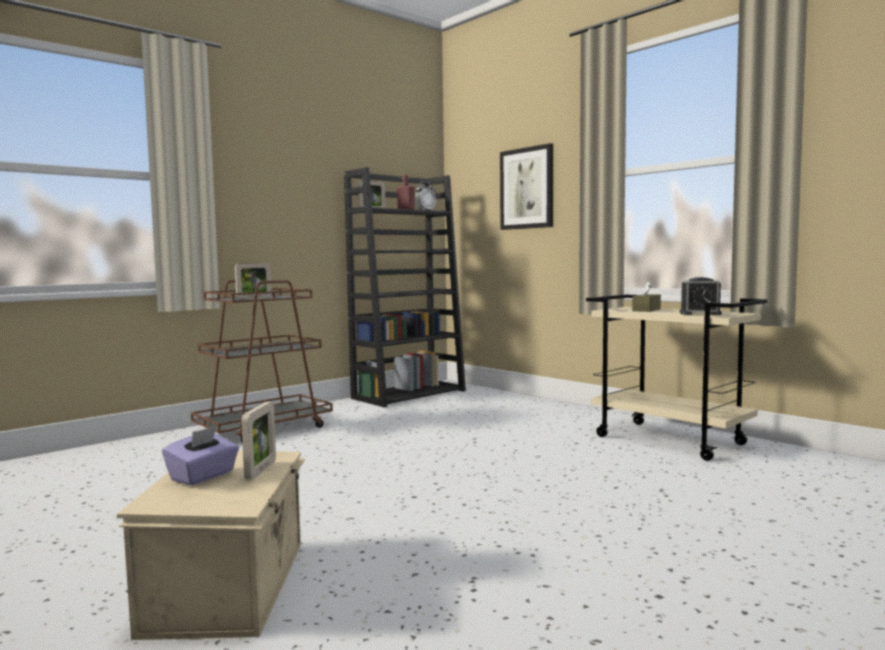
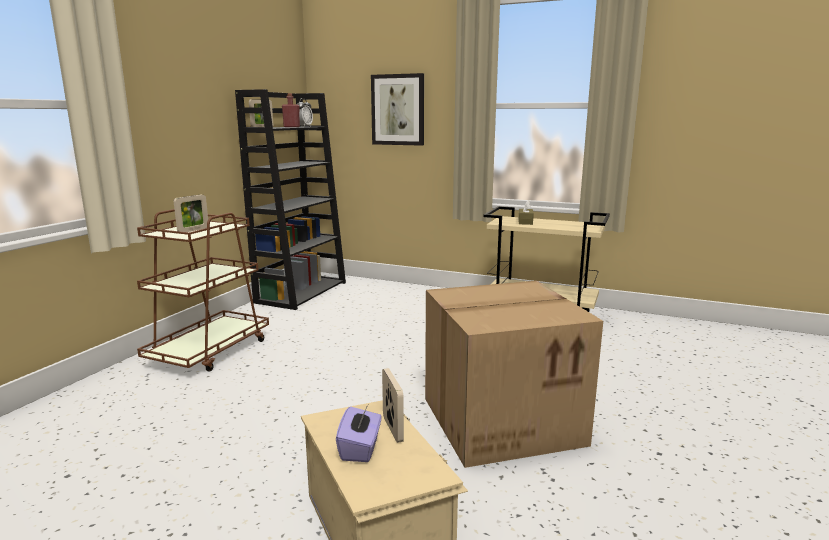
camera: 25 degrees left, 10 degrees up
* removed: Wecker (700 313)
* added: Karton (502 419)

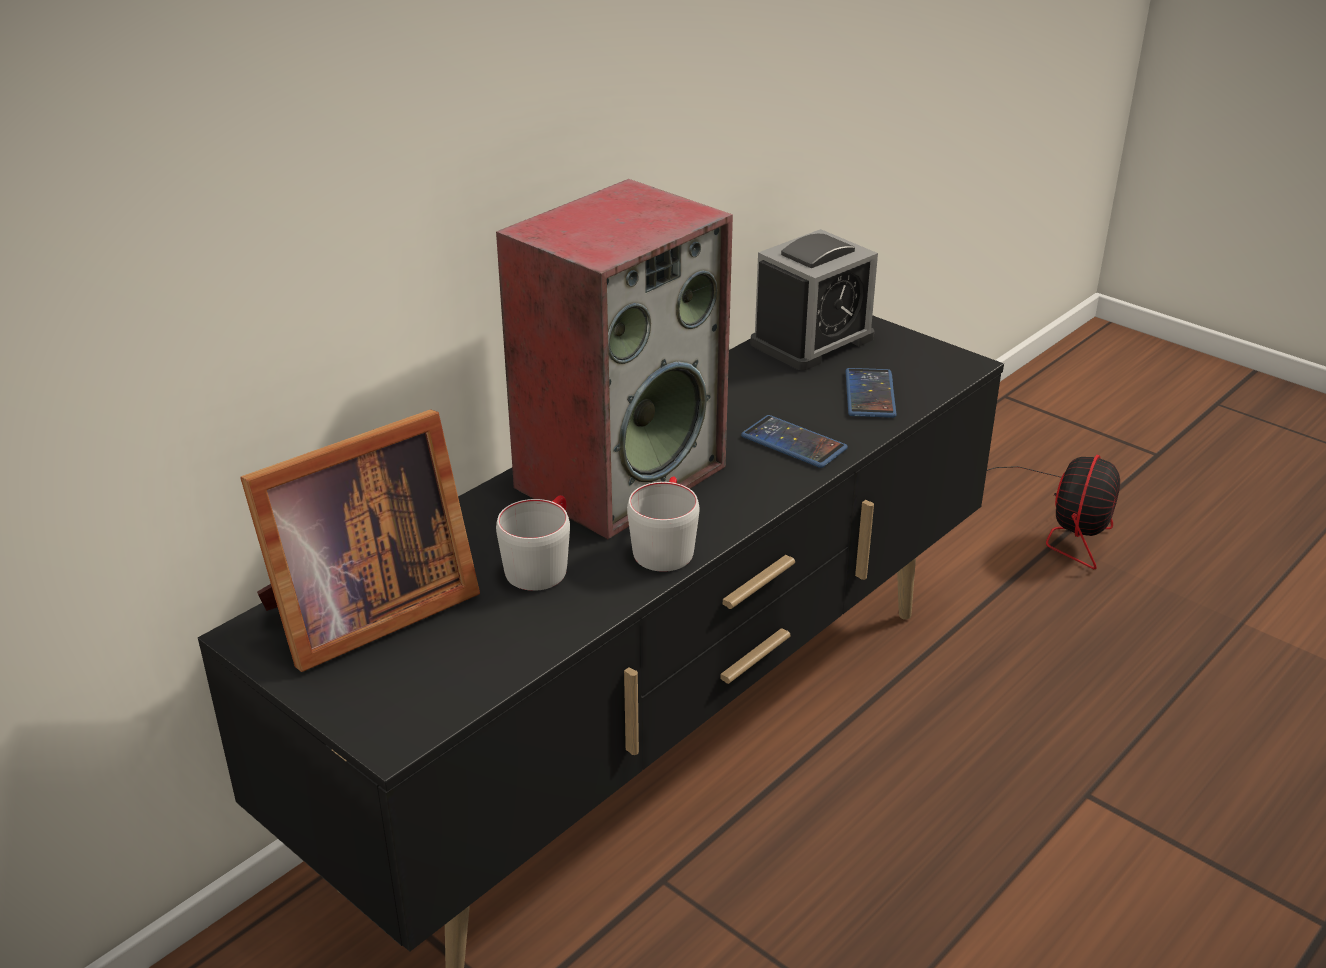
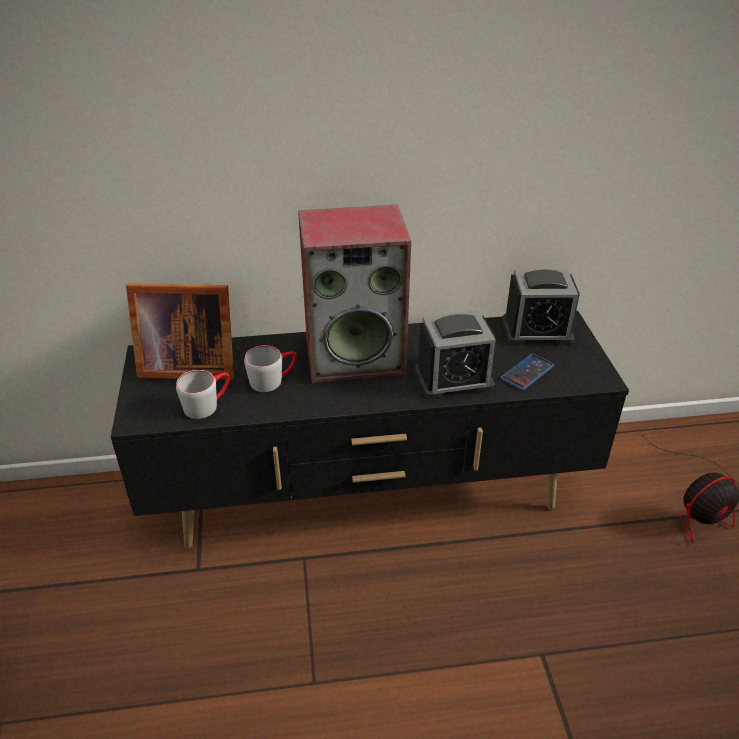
camera: 40 degrees right, 5 degrees up
* replaced: Handy (794 443) to Wecker (453 379)
* moved: Henkelbecher/grau (665 544) to (207 404)

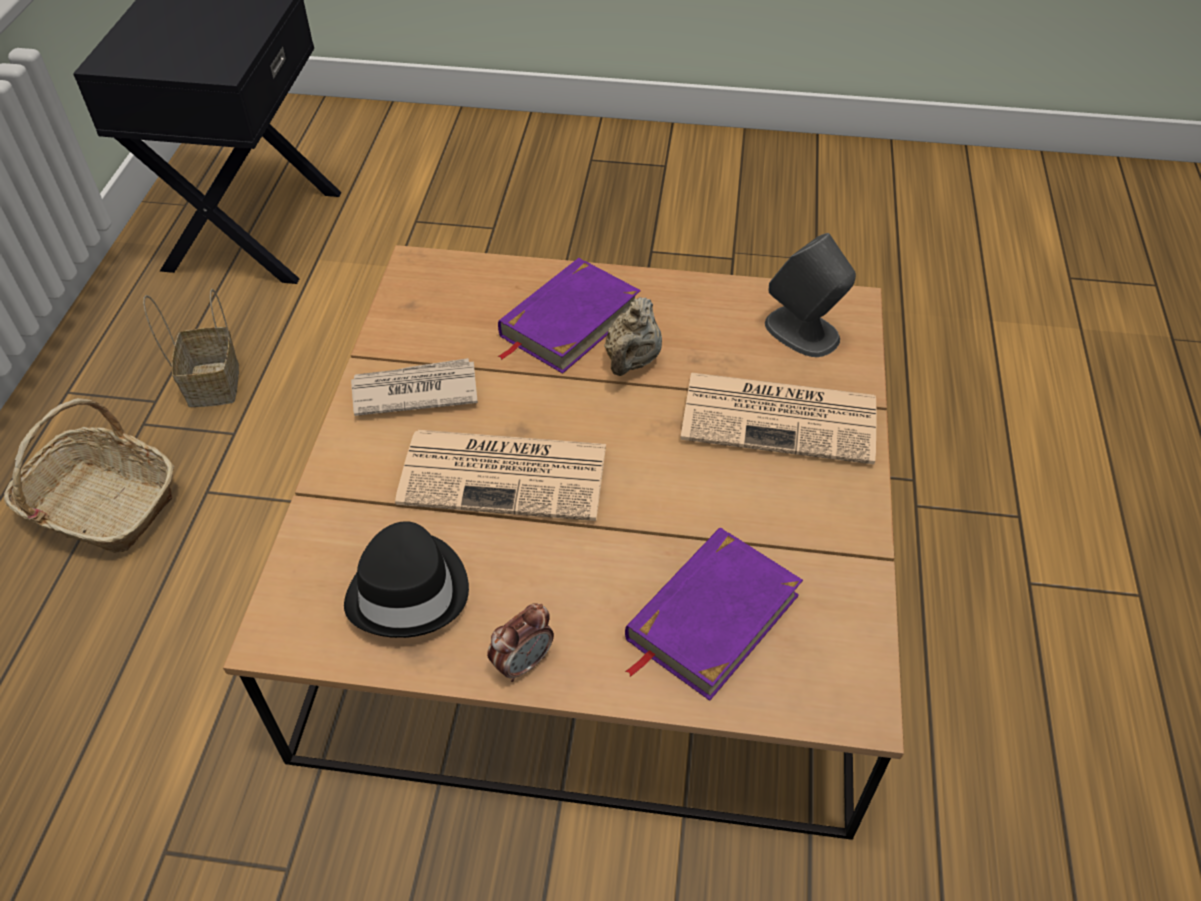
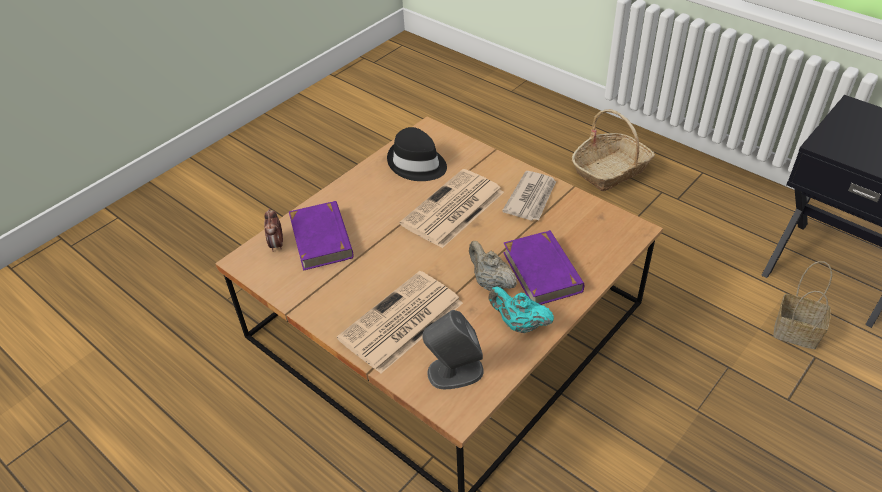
camera: 125 degrees right, 5 degrees down
* moved: Korb (212 382) to (798 332)
* moved: Wecker (523 663) to (277 245)
* added: Teekanne/türkis (519 324)

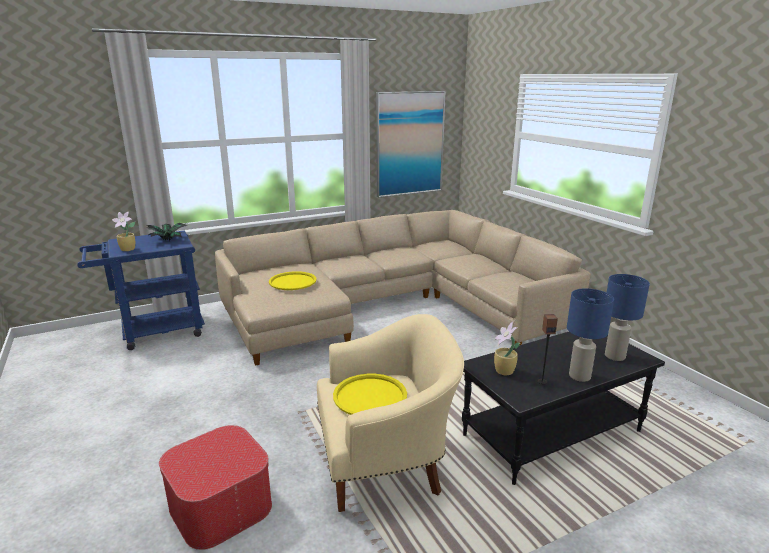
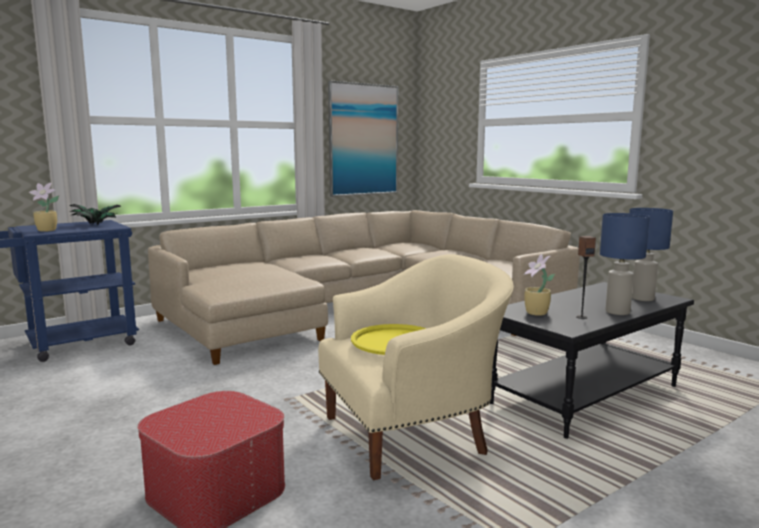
camera: 10 degrees left, 10 degrees down
* removed: Tablett/gelb (292 281)

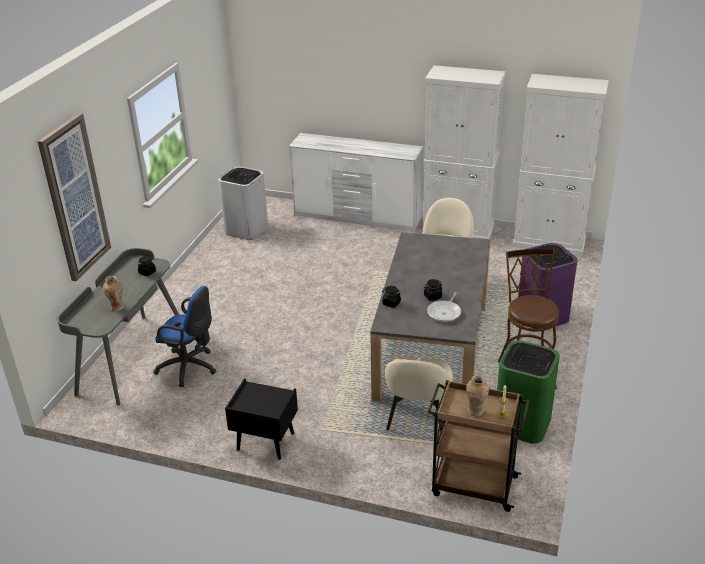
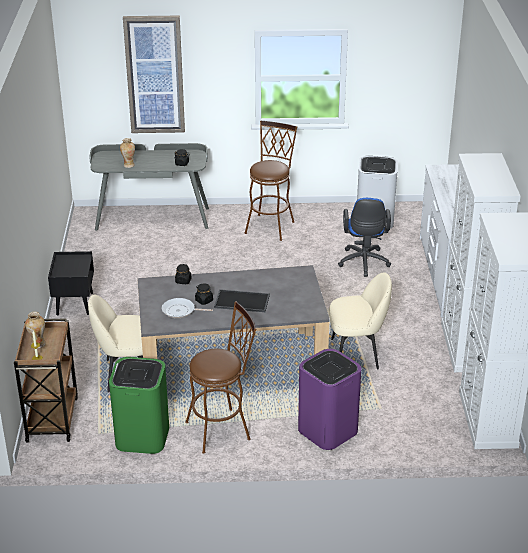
camera: 70 degrees right, 0 degrees up
* moved: Bürostuhl/blau (190 368) to (363 263)
* added: Hocker/braun (271 225)
* added: Tablett (241 301)

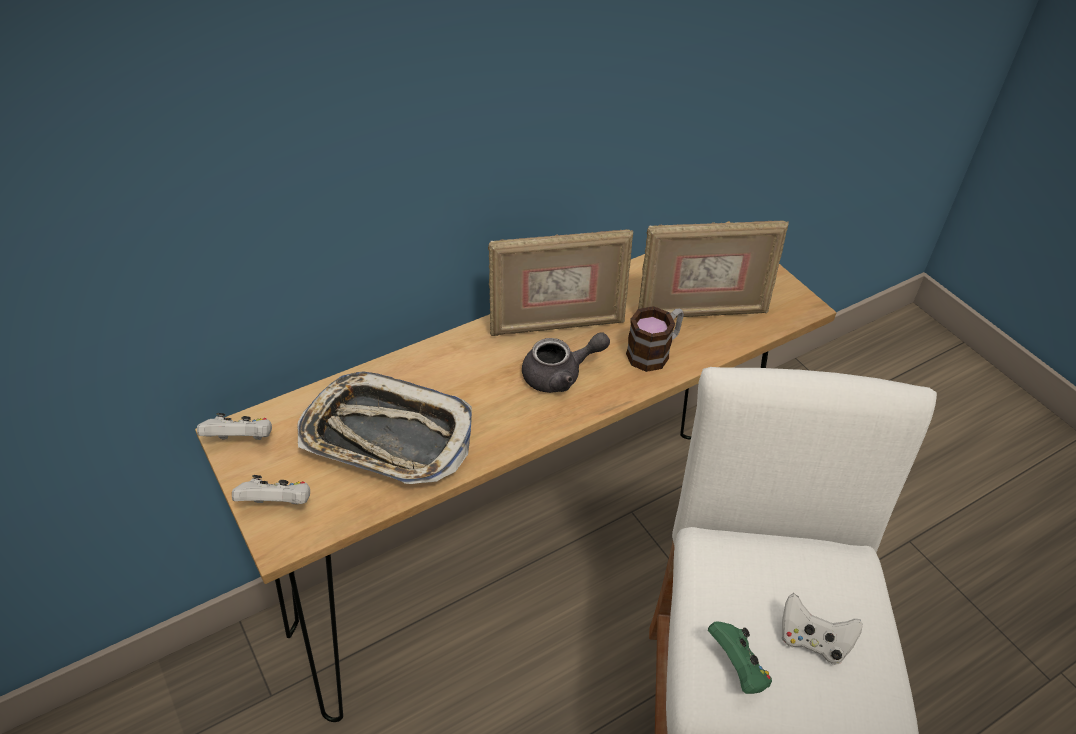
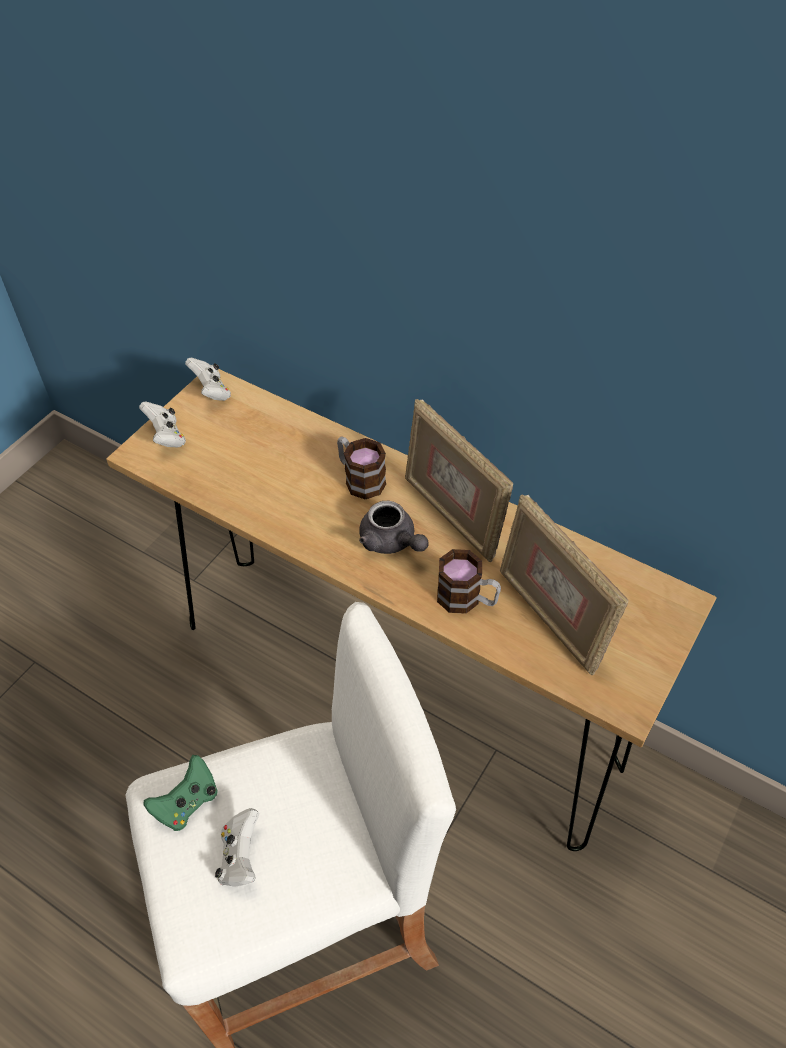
camera: 65 degrees right, 5 degrees up
* removed: Tablett (386 437)
* added: Henkelbecher (359 478)

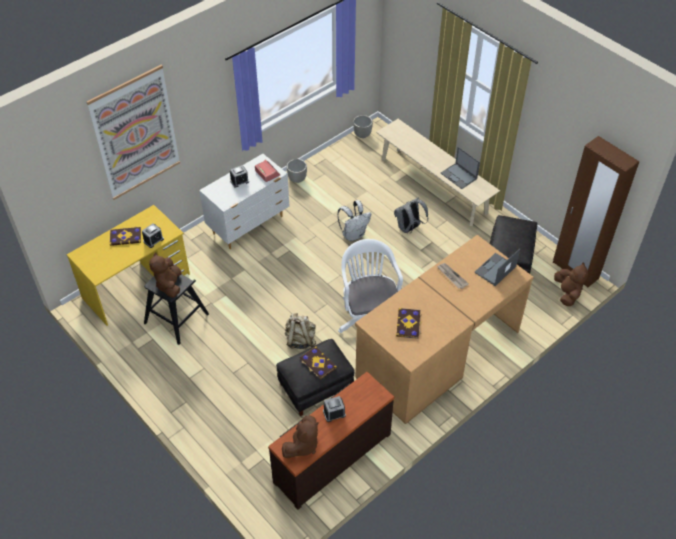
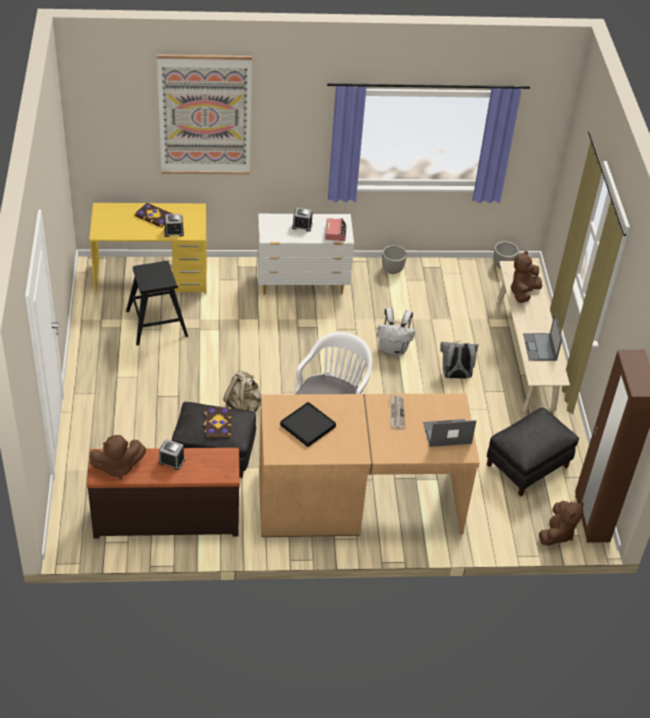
camera: 35 degrees right, 5 degrees down
* moved: Plüschtier/braun (169 285) to (523 292)
* replaced: Buch (409 324) to Tablett/schwarz (308 426)

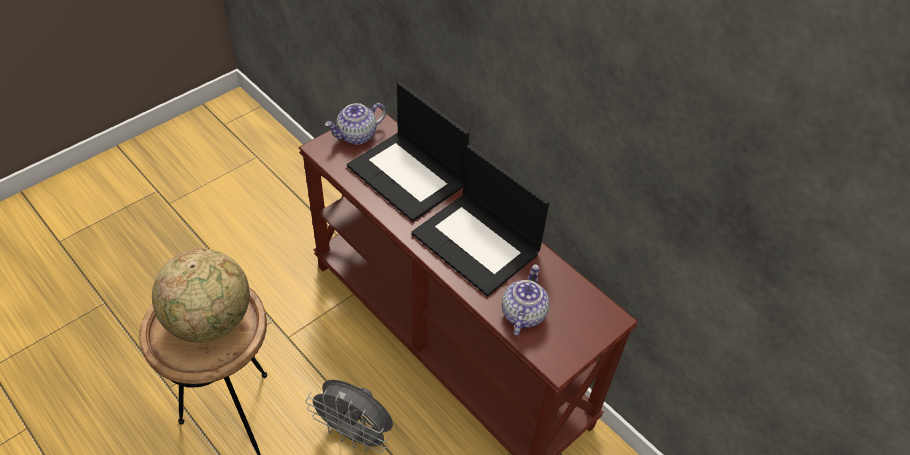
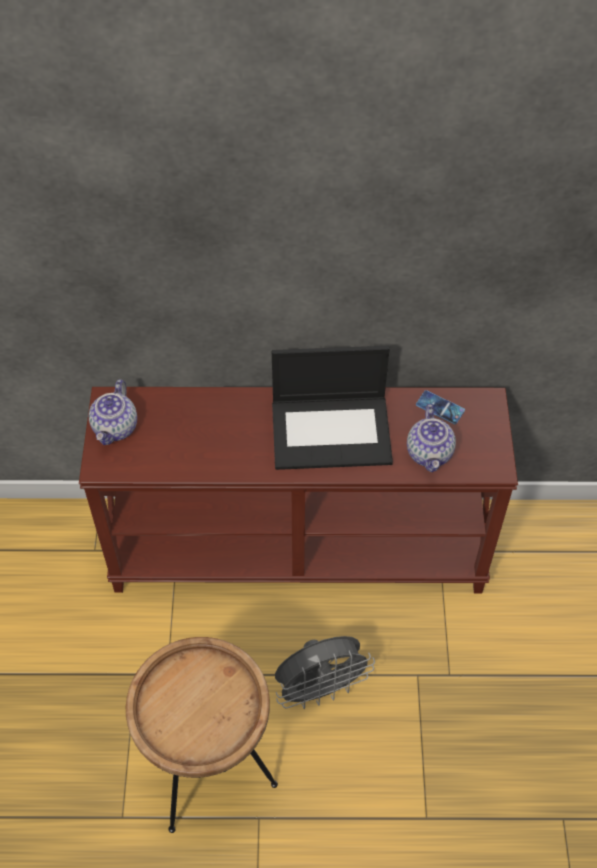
camera: 45 degrees left, 5 degrees up
* removed: Laptop (408 176)
* removed: Globus (211 321)
* turned: Teekanne (522 313) = (430 453) 150 degrees counterclockwise
* added: Handy (440 407)

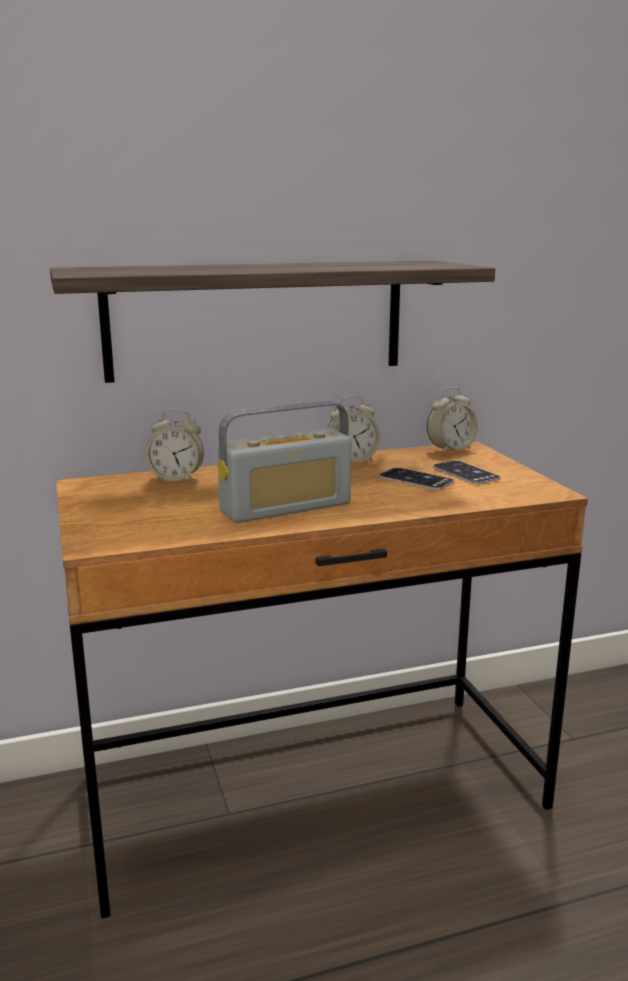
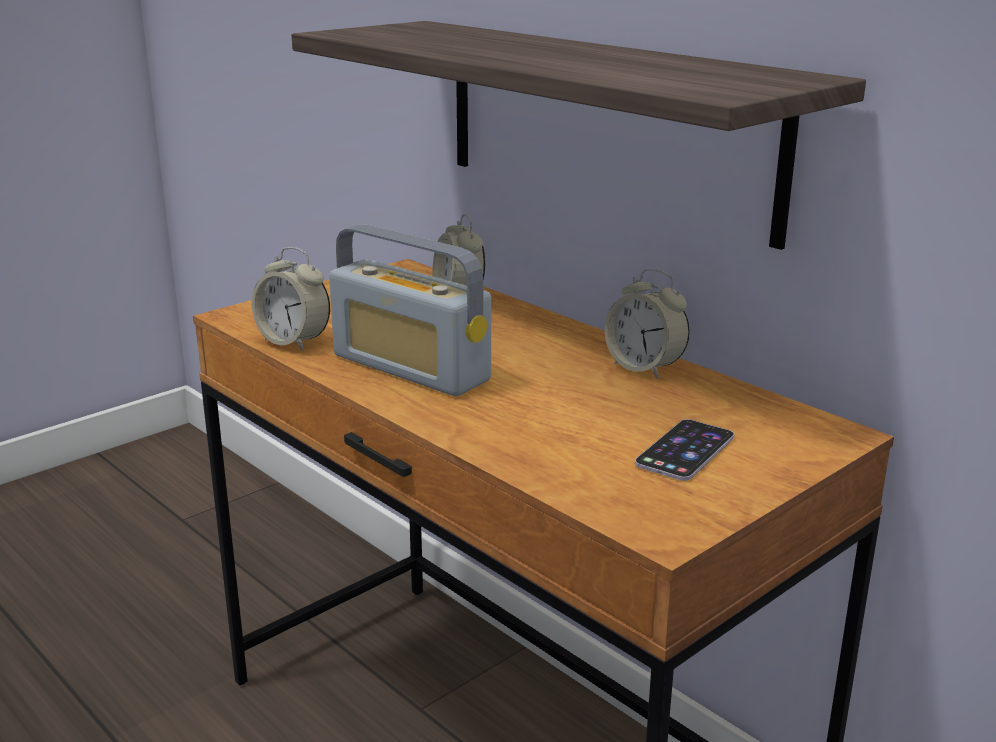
camera: 65 degrees right, 5 degrees up
* moved: Wecker (450 449) to (293 341)
* removed: Handy (416 479)

